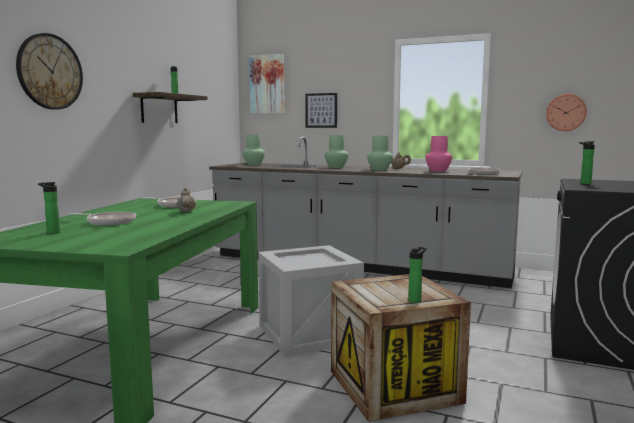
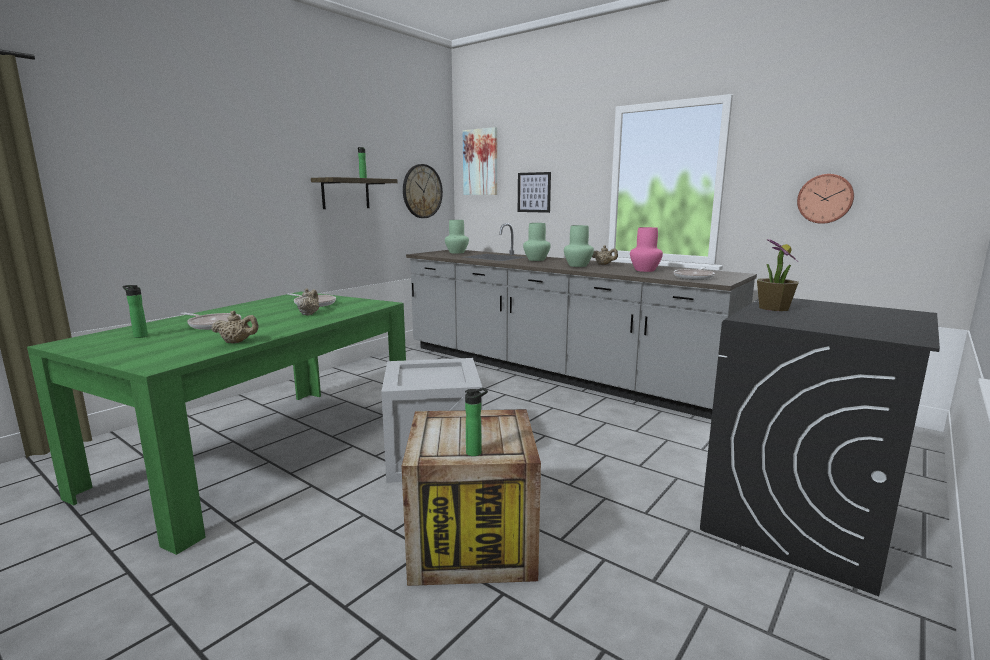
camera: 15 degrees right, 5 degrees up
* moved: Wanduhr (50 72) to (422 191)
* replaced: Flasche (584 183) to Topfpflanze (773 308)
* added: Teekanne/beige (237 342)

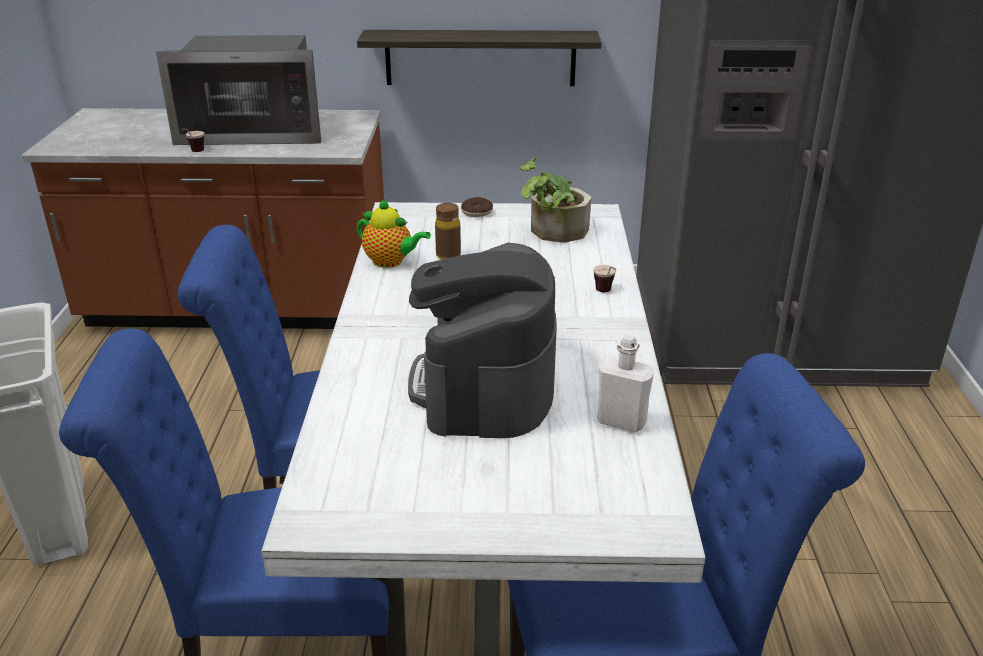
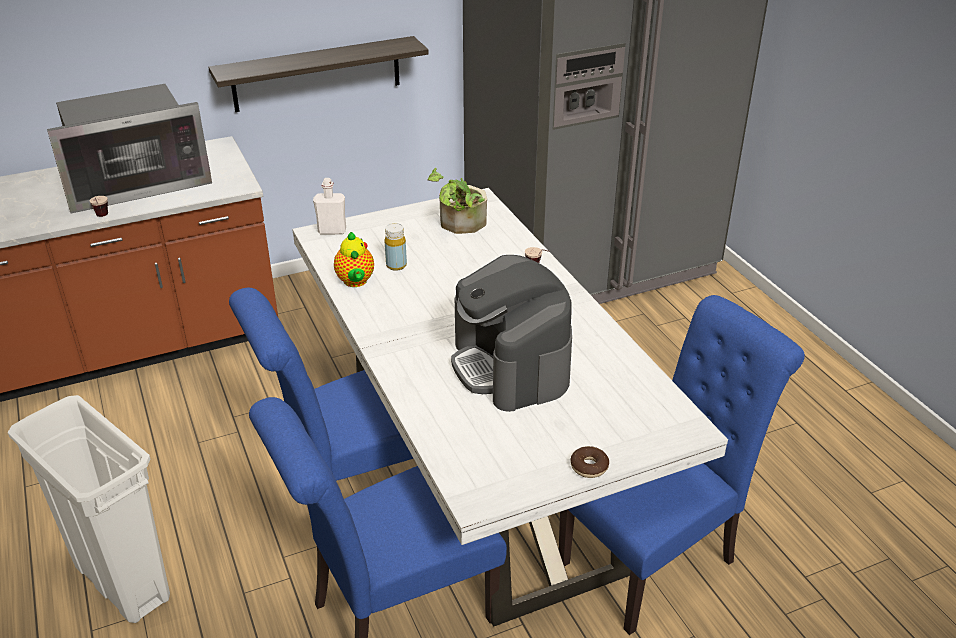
camera: 25 degrees left, 5 degrees up
* moved: Donut (477 212) to (589 466)
* turned: Teekanne (391 262) = (355 282) 75 degrees clockwise
* recoloured: Flasche/braun (448 256) to Flasche/gelb (396 265)
* moved: Flasche/weiß (621 421) to (332 231)

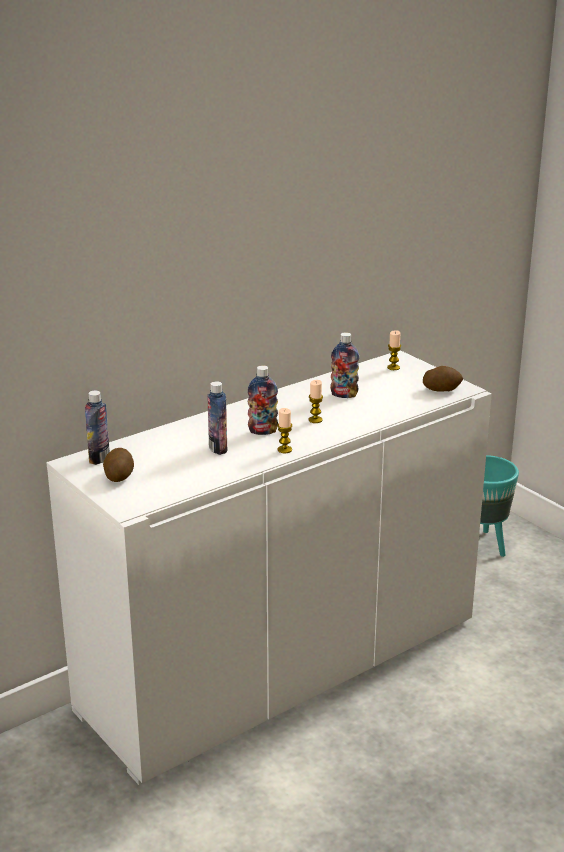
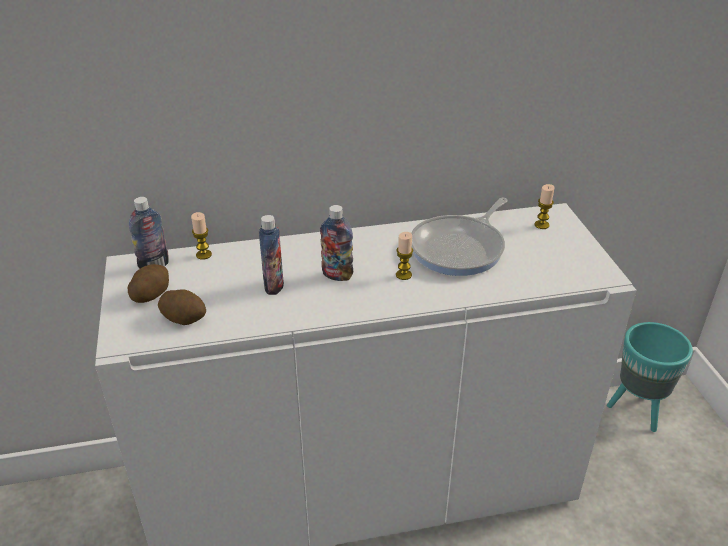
camera: 25 degrees right, 10 degrees up
* replaced: Flasche (344 395) to Pfanne (460 248)
* moved: Kartoffel (441 389) to (184 318)
* moved: Kerze (284 450) to (203 255)

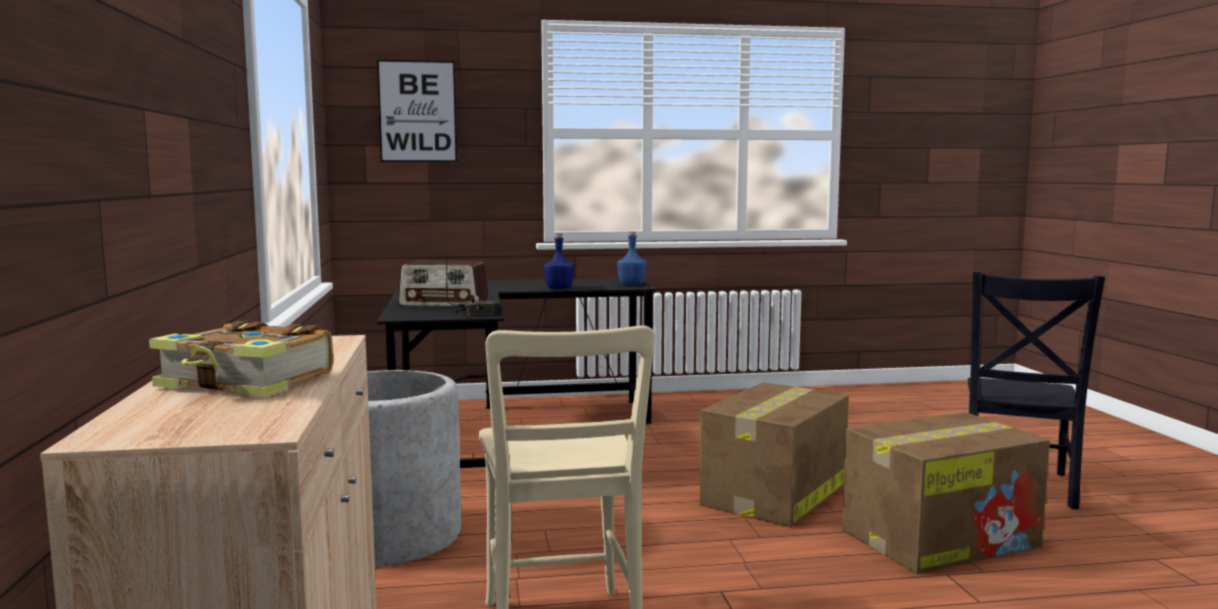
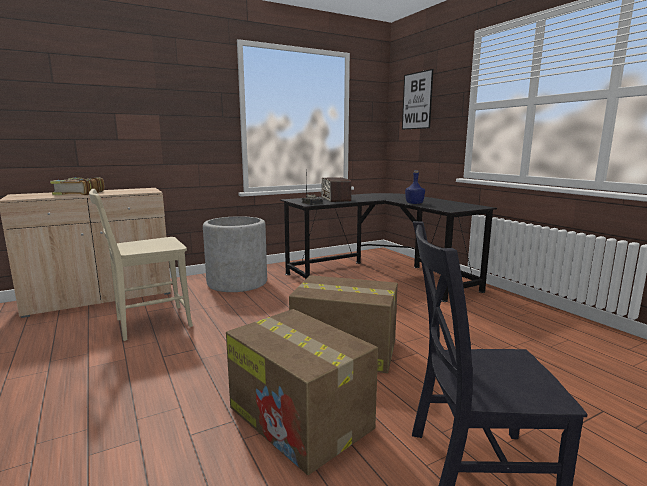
camera: 70 degrees right, 5 degrees up
* removed: Flasche/blau (632 284)

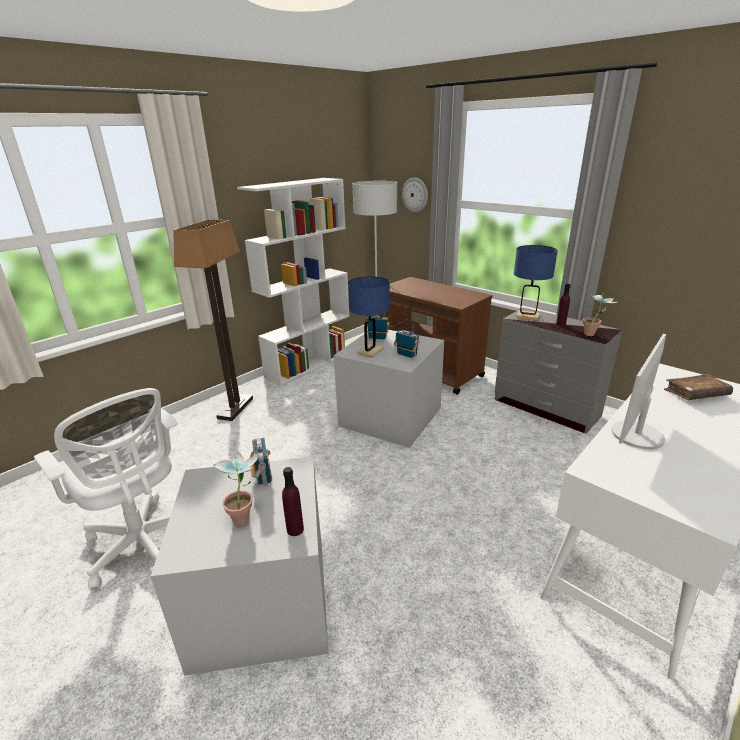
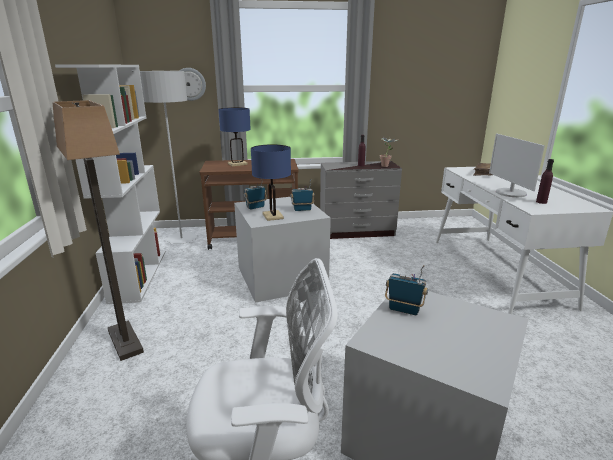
camera: 50 degrees left, 5 degrees down
* moved: Tischlampe/blau (527 316) to (237 164)
* removed: Topfpflanze (245 515)
* moved: Flasche/lila (295 529) to (541 202)

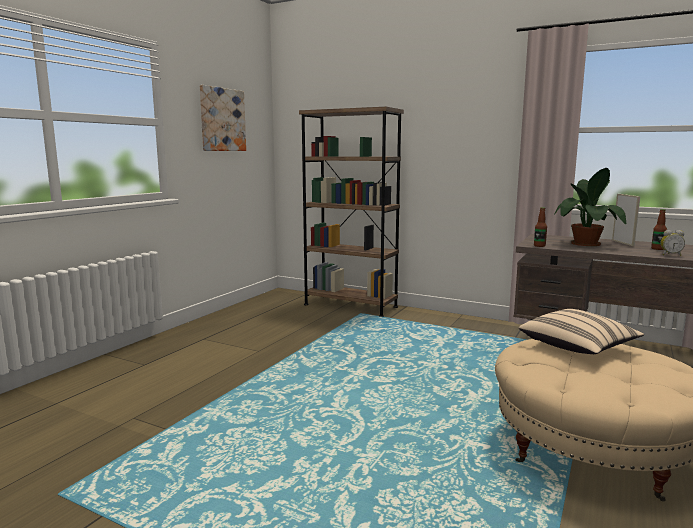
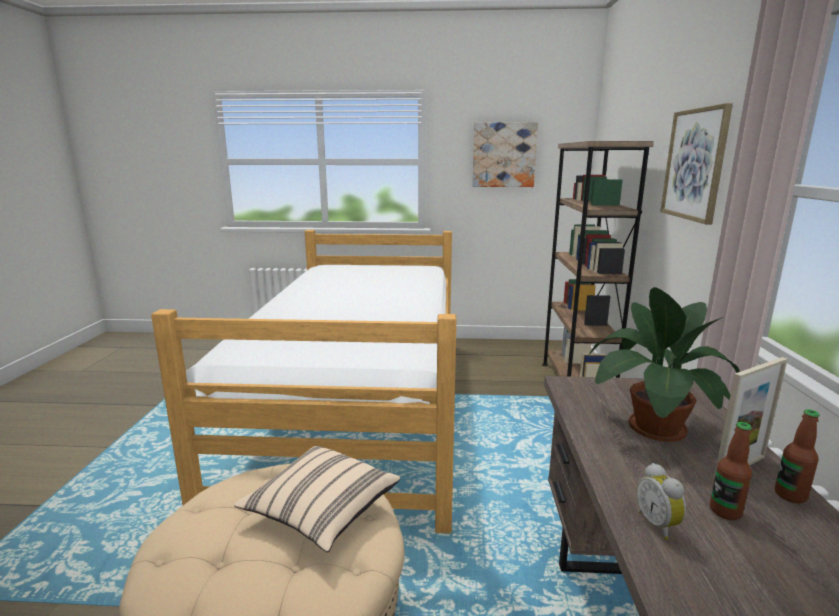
camera: 65 degrees right, 5 degrees up
* moved: Flasche (539 246) to (790 495)
* added: Bild (695 164)
* added: Bett (360 406)

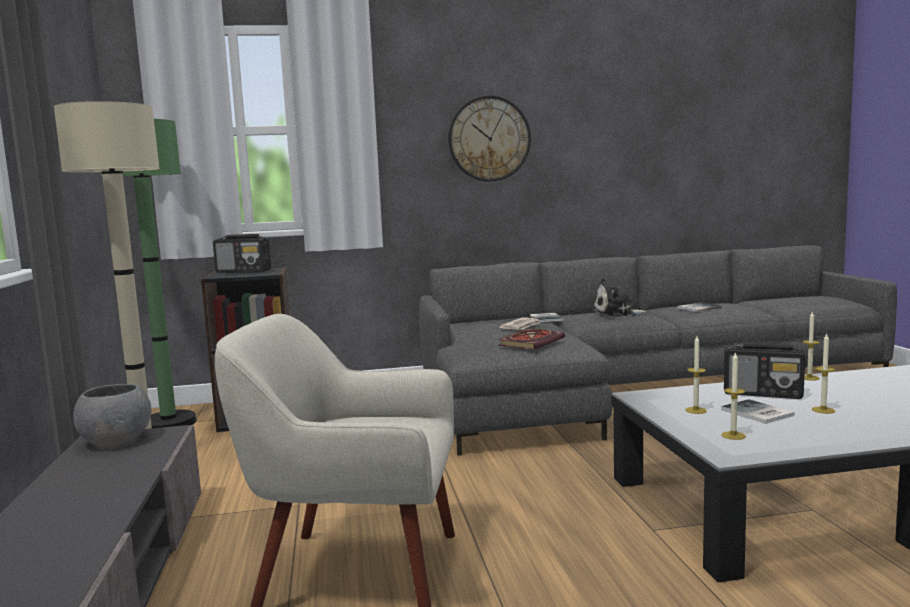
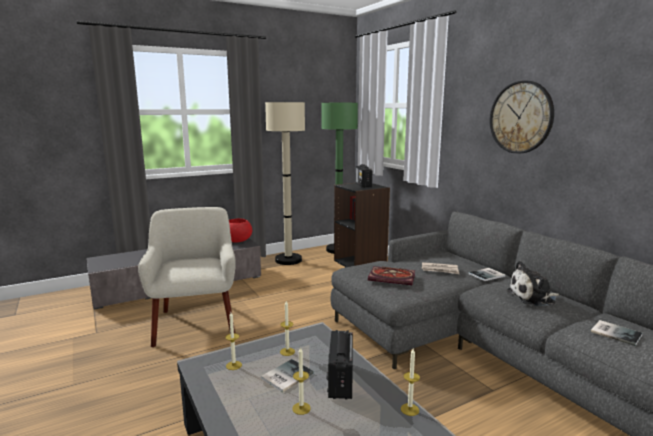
camera: 70 degrees right, 5 degrees up
* turned: Plüschtier (617 314) = (533 297) 75 degrees counterclockwise
* recoloured: Schüssel/grau (116 440) to Schüssel/rot (238 240)

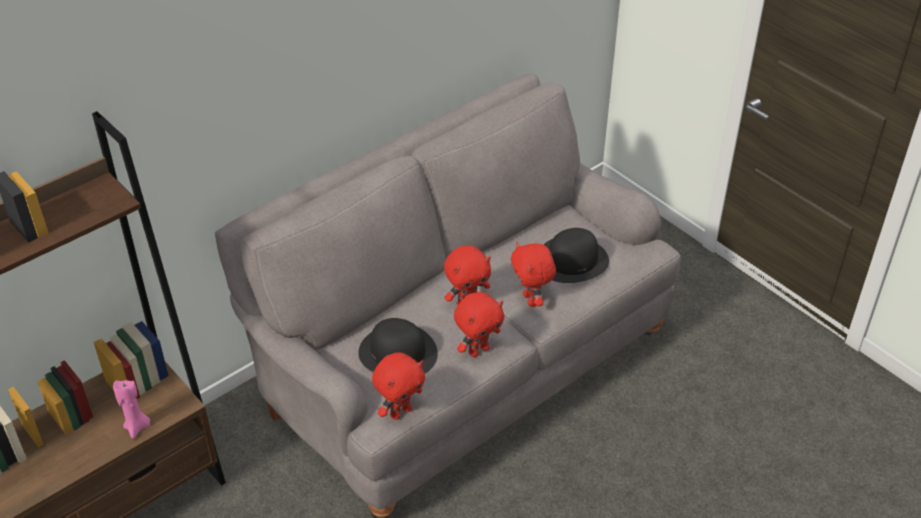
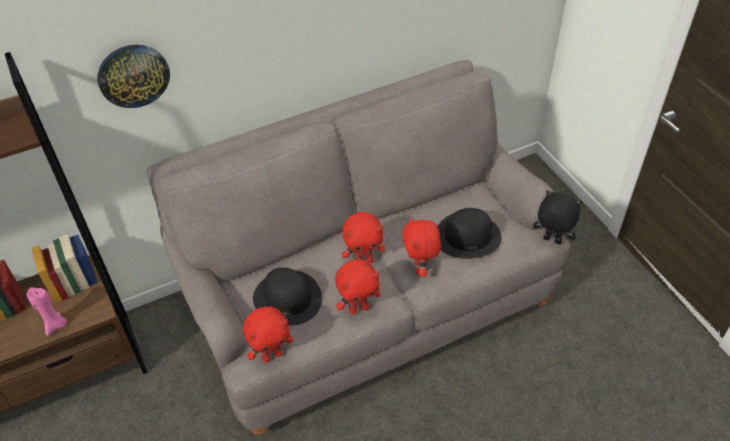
camera: 15 degrees right, 5 degrees up
* added: Wanduhr (133 75)
* added: Plüschtier/schwarz (551 241)

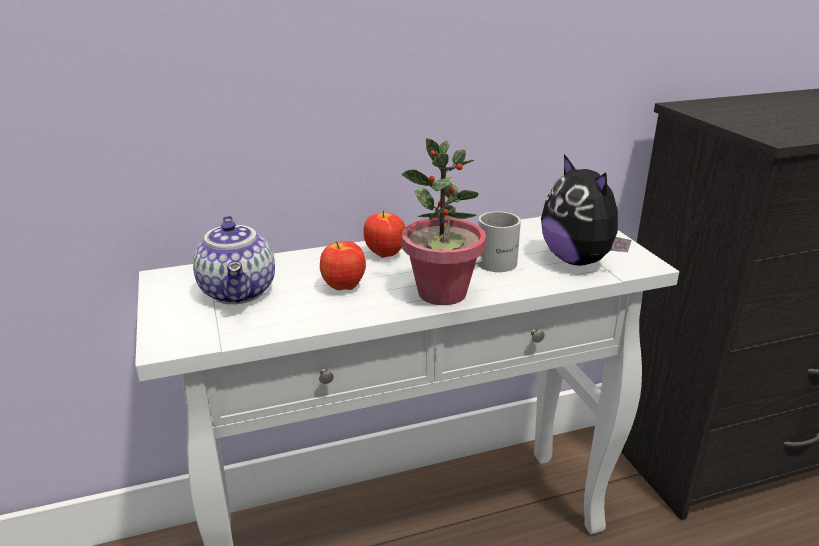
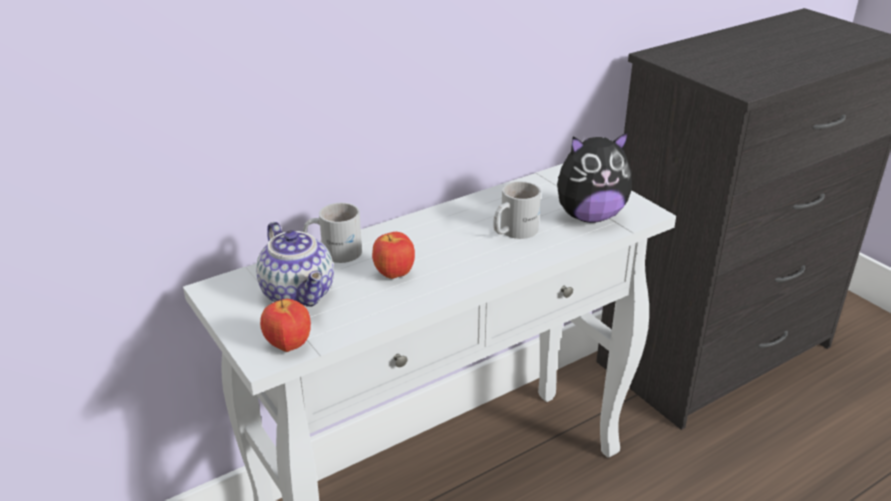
camera: 15 degrees left, 5 degrees up
* removed: Topfpflanze (442 293)
* turned: Plüschtier (578 260) = (589 216) 60 degrees counterclockwise
* moved: Apfel (384 255) to (288 346)
* added: Henkelbecher/weiß (334 251)

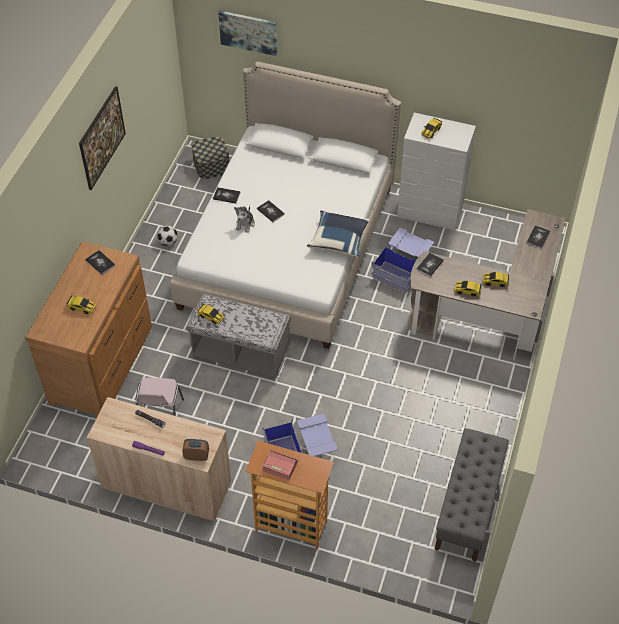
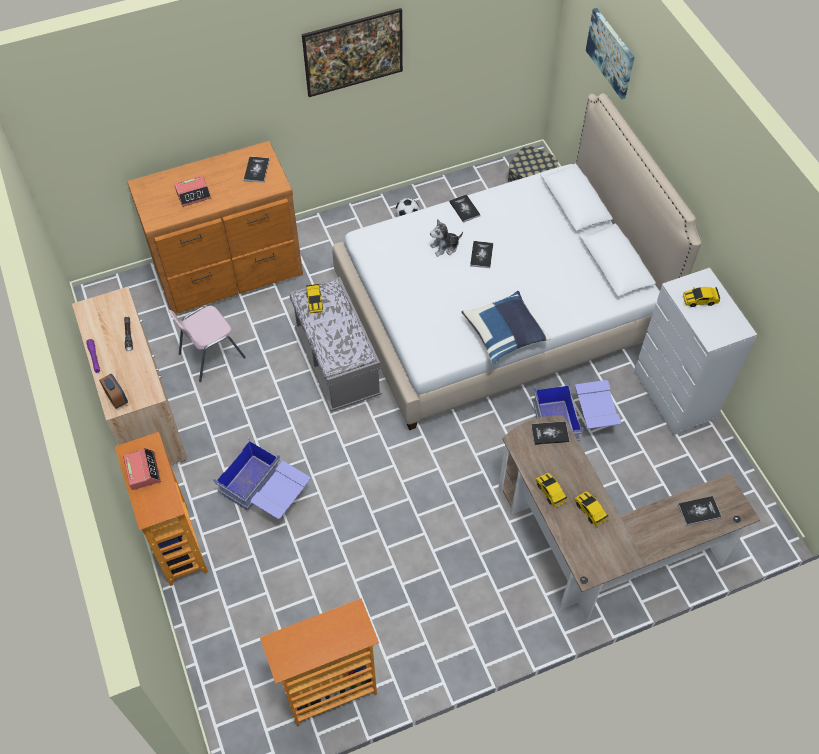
camera: 50 degrees right, 5 degrees up
* replaced: Spielzeugauto (82 307) to Wecker (193 194)
* replaced: Bank/grau (468 506) to Bücherregal (330 692)

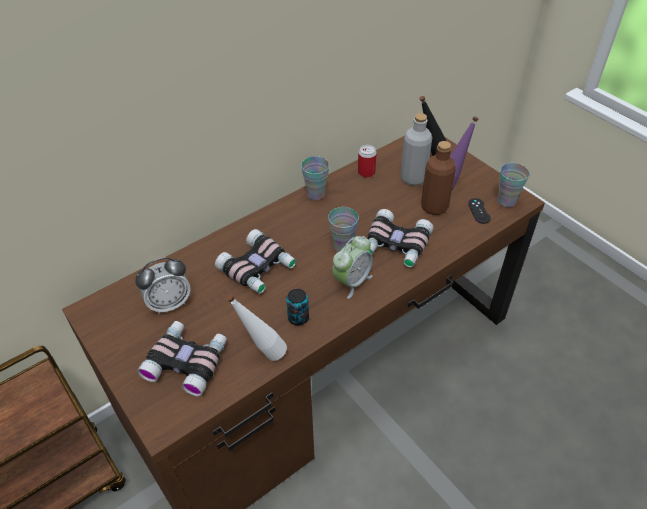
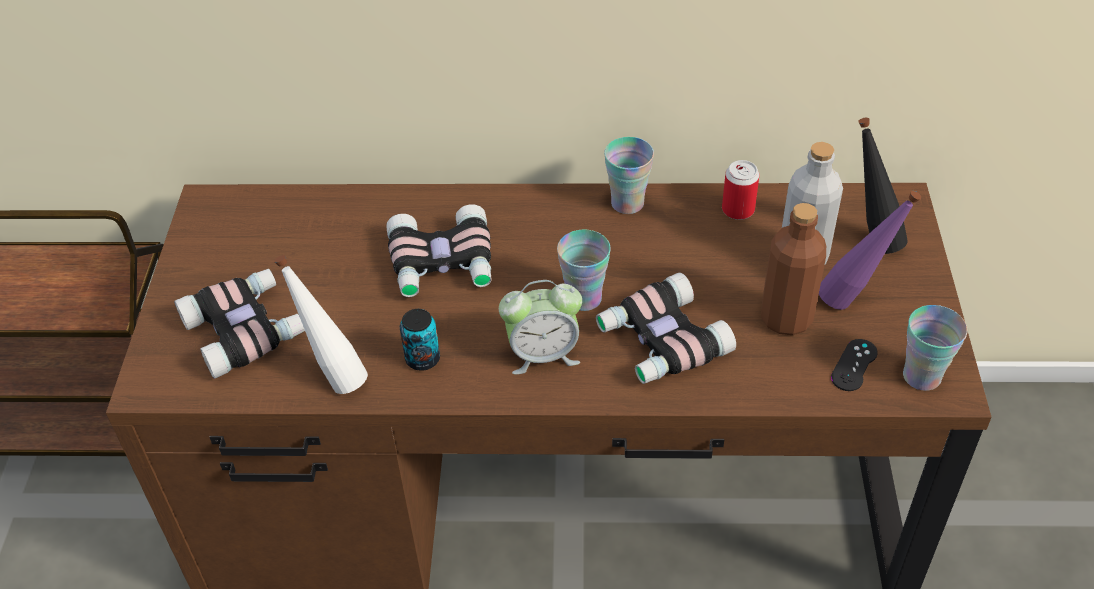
camera: 40 degrees right, 0 degrees up
* removed: Wecker (169 303)

